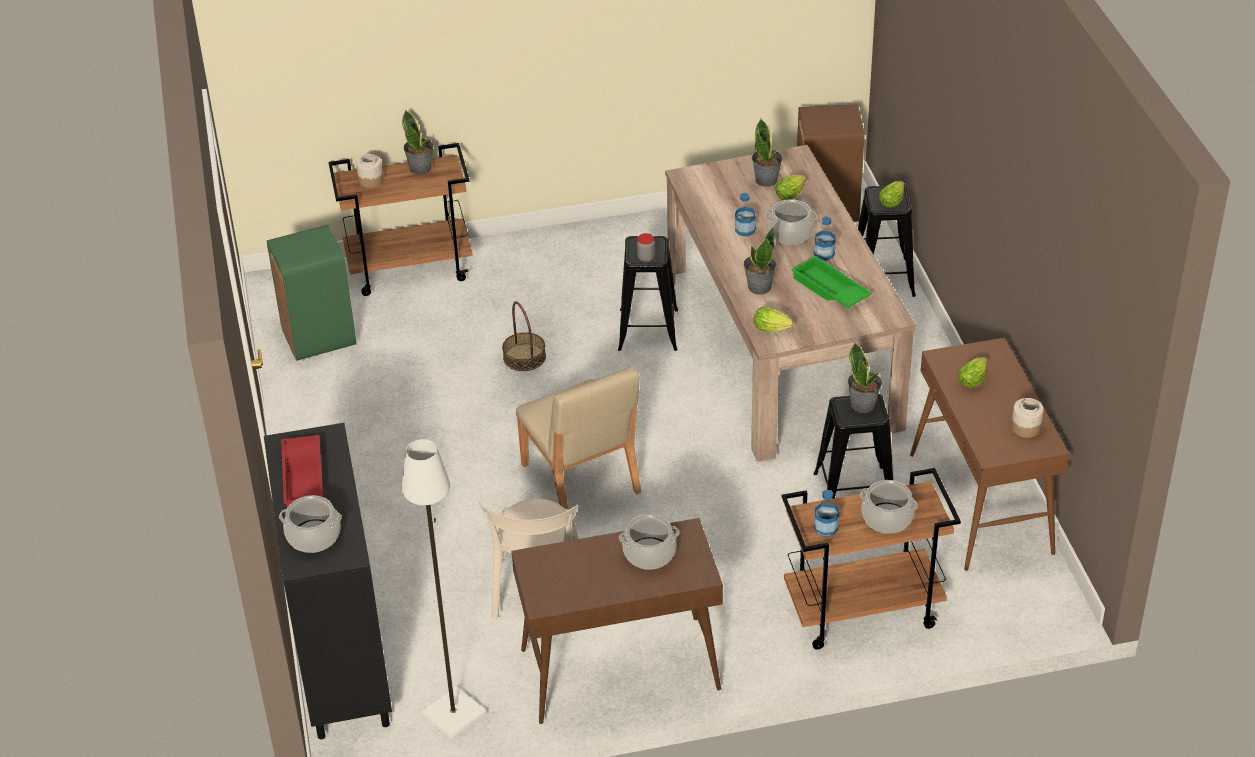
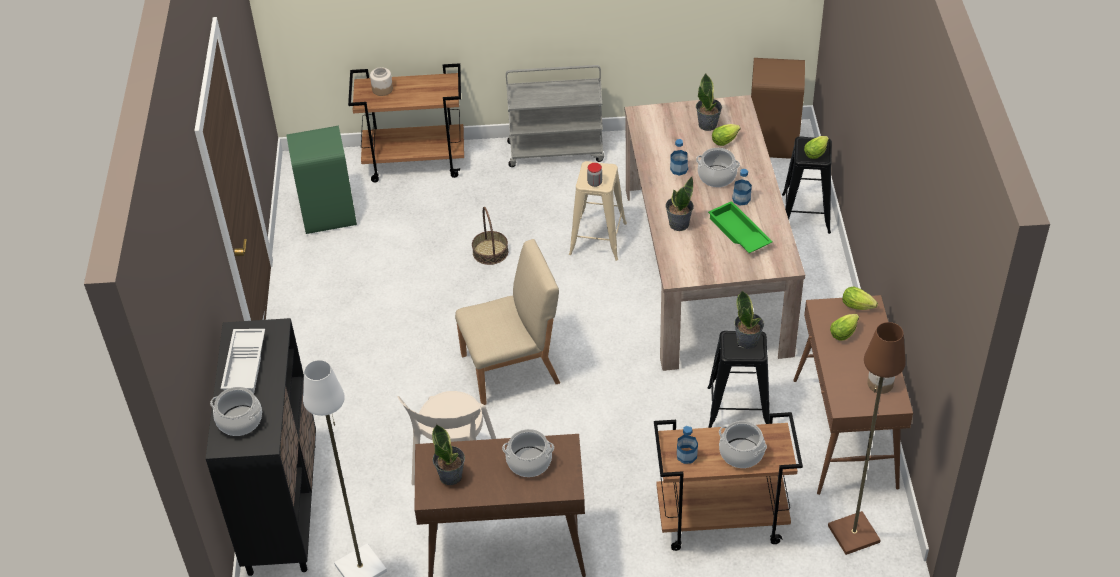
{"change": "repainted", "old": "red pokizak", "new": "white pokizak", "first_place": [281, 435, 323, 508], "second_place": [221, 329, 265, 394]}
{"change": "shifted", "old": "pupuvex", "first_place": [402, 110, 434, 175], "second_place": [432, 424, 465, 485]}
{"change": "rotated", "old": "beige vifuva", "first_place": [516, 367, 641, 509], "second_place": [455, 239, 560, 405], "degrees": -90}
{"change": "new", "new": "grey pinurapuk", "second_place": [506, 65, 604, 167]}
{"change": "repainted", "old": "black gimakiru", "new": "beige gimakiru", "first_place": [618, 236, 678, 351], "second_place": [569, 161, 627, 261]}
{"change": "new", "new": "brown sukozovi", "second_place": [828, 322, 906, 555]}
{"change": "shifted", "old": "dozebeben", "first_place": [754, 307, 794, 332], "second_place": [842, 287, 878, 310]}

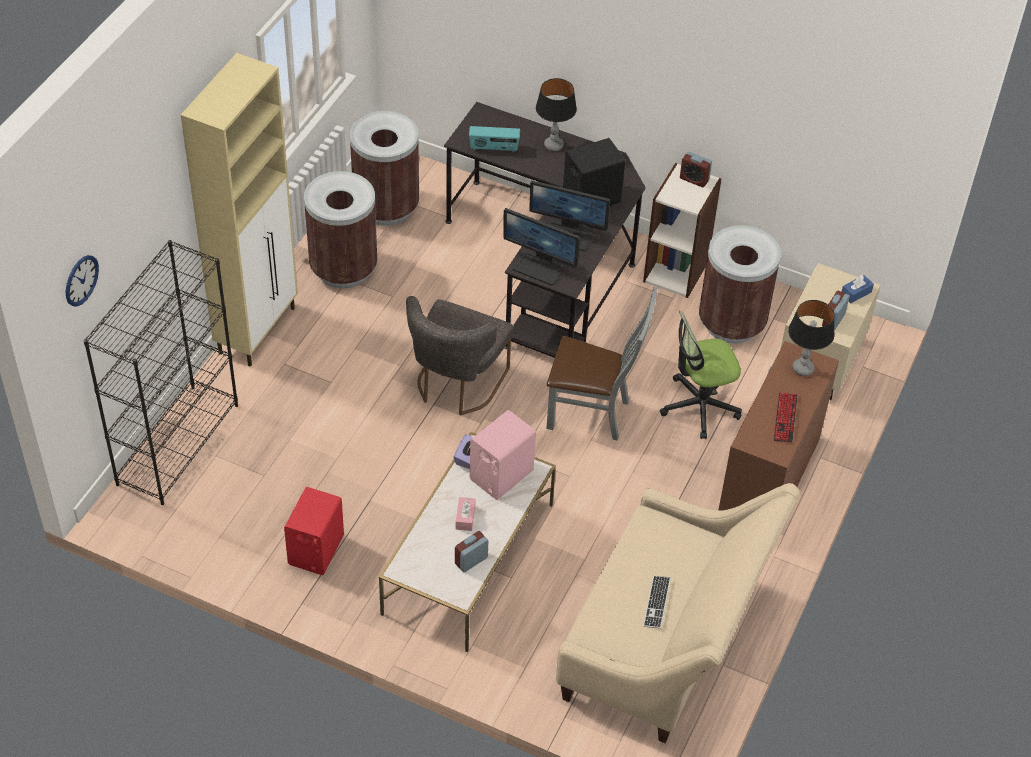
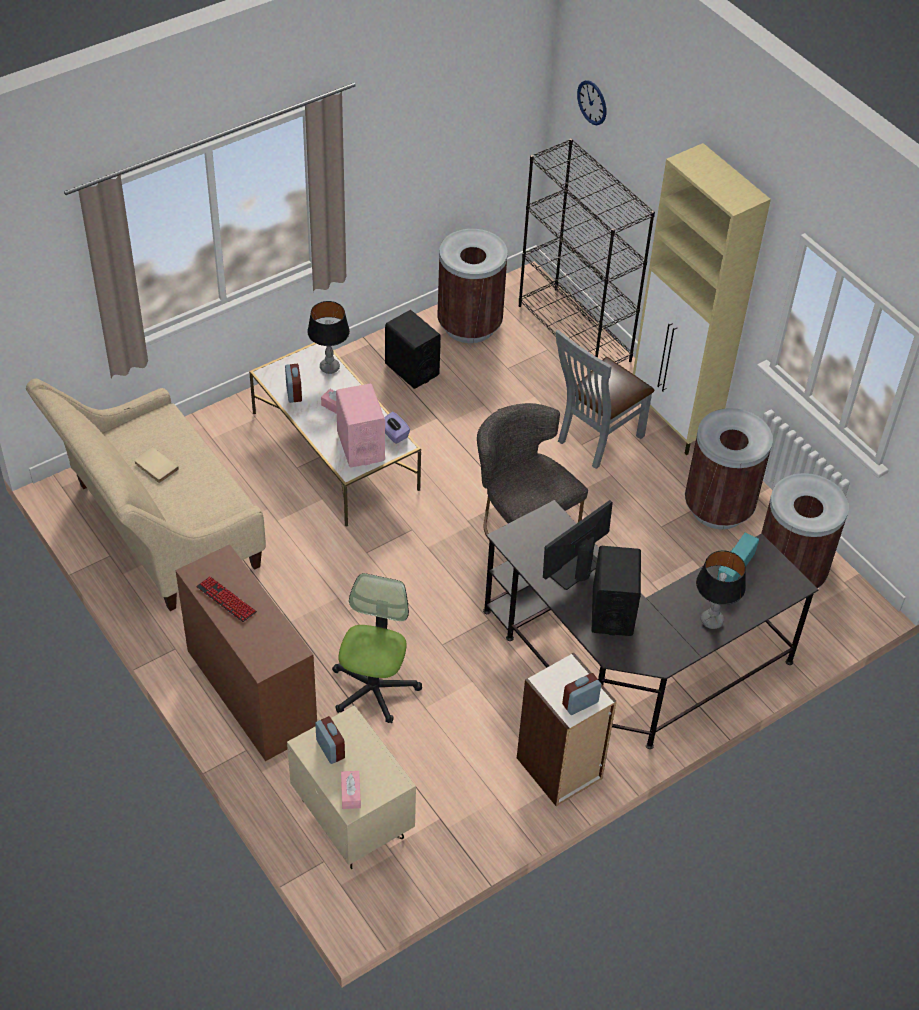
{"change": "swapped", "old": "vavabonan", "new": "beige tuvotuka", "first_place": [643, 576, 671, 629], "second_place": [134, 447, 179, 483]}
{"change": "shifted", "old": "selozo", "first_place": [788, 300, 834, 376], "second_place": [307, 301, 350, 374]}
{"change": "repainted", "old": "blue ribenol", "new": "pink ribenol", "first_place": [842, 275, 874, 303], "second_place": [341, 771, 361, 809]}
{"change": "repainted", "old": "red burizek", "new": "black burizek", "first_place": [284, 487, 344, 575], "second_place": [385, 310, 441, 389]}
{"change": "shifted", "old": "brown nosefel", "first_place": [699, 225, 781, 344], "second_place": [437, 229, 508, 343]}
{"change": "shifted", "old": "grey vifuva", "first_place": [546, 287, 657, 441], "second_place": [556, 330, 654, 469]}
{"change": "gone", "old": "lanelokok", "first_place": [503, 208, 580, 286]}

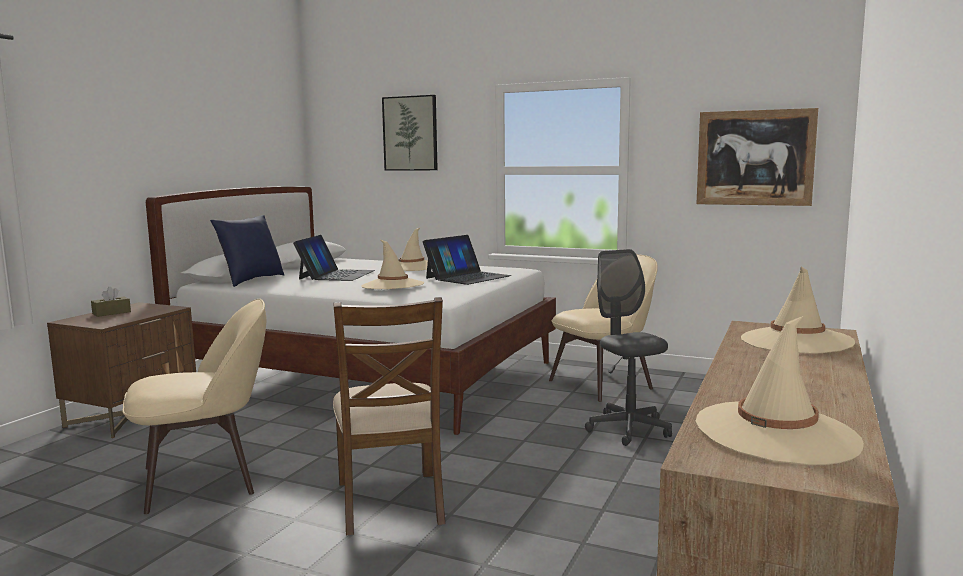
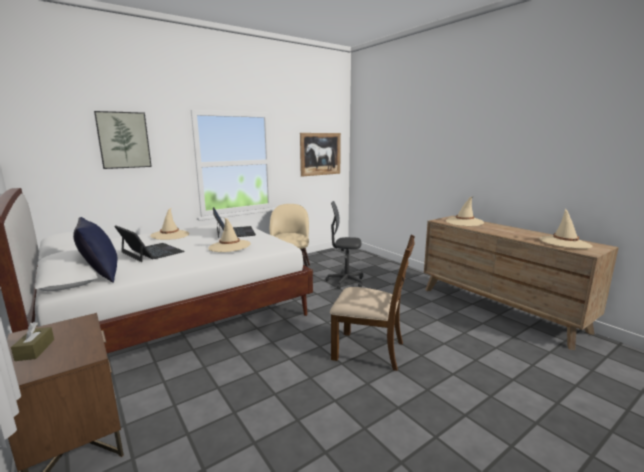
{"change": "gone", "old": "beige vifuva", "first_place": [122, 299, 267, 514]}

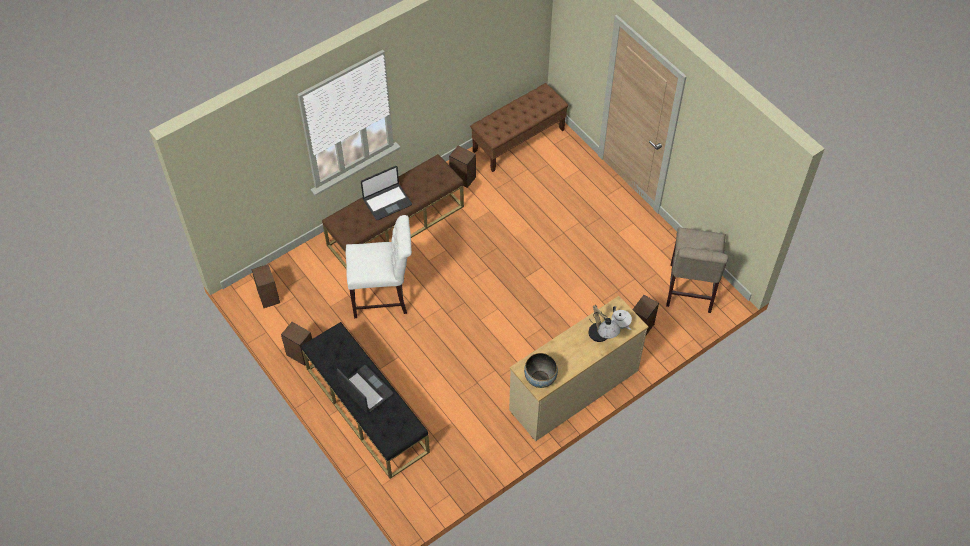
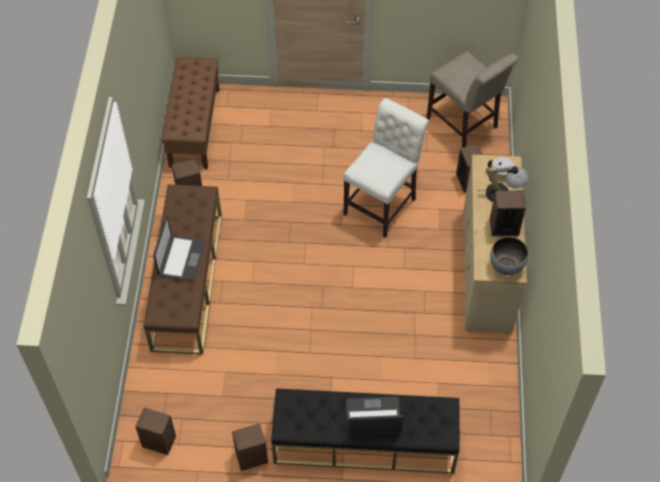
{"change": "shifted", "old": "white vifuva", "first_place": [346, 215, 412, 318], "second_place": [343, 98, 429, 238]}
{"change": "new", "new": "burizek", "second_place": [490, 190, 526, 236]}

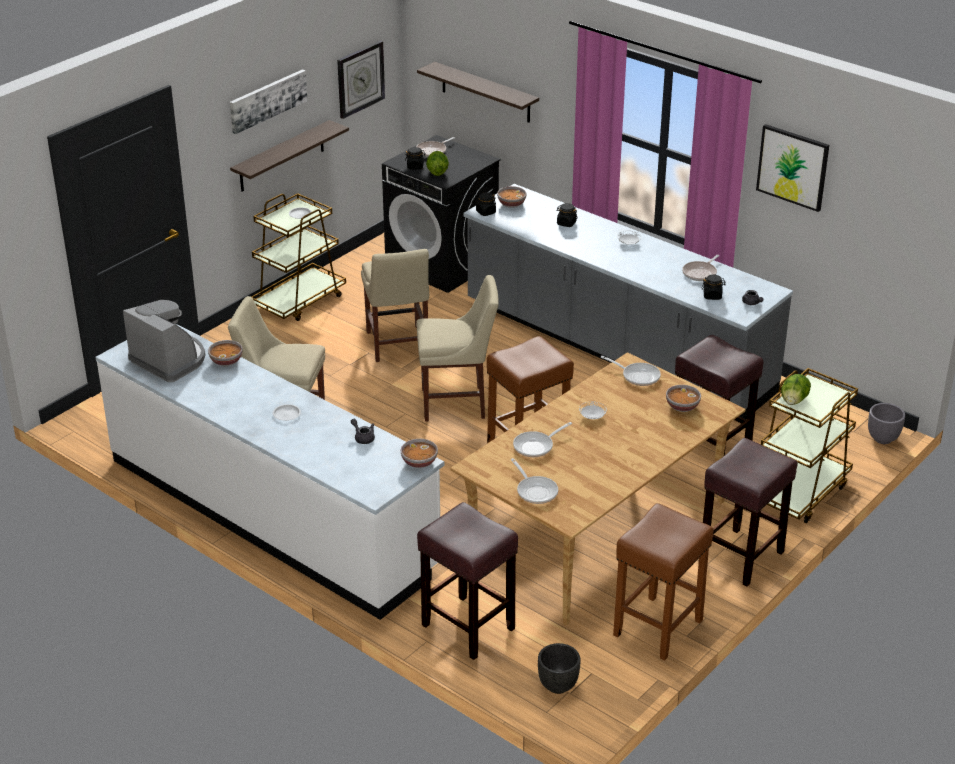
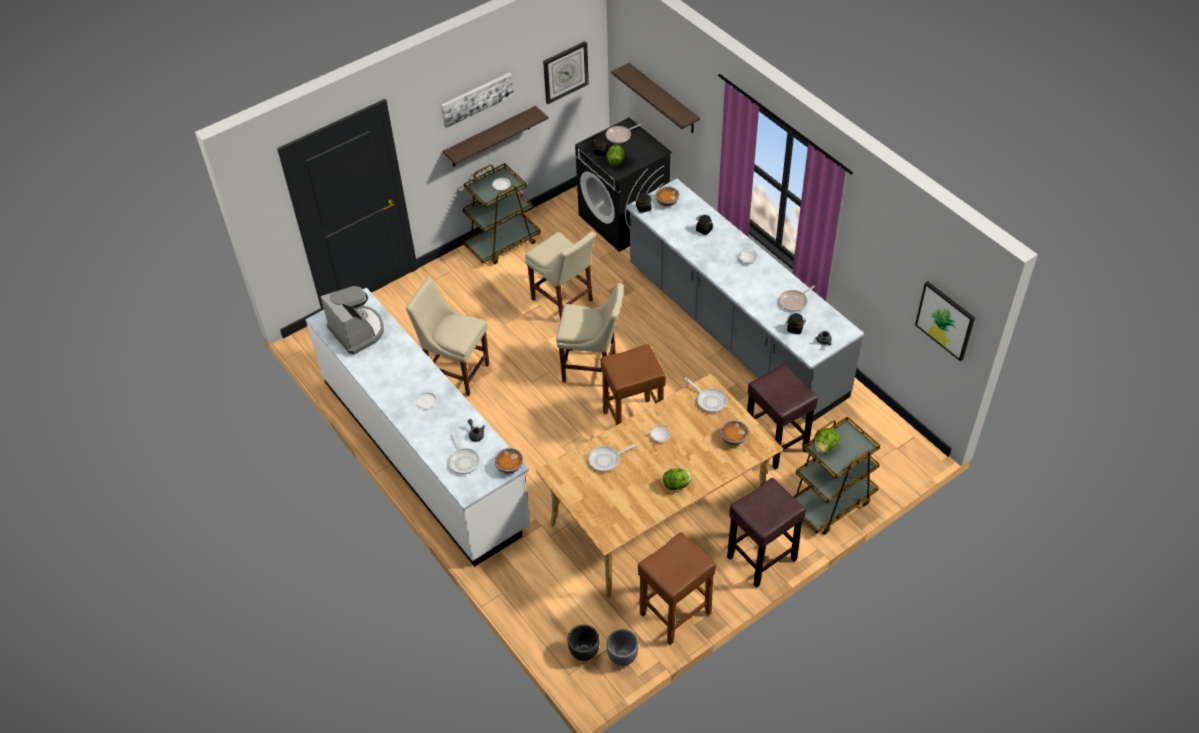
{"change": "shifted", "old": "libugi", "first_place": [511, 458, 558, 504], "second_place": [449, 429, 480, 474]}
{"change": "rotated", "old": "beige vifuva", "first_place": [361, 249, 429, 362], "second_place": [525, 231, 595, 319], "degrees": -45}
{"change": "shifted", "old": "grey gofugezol", "first_place": [868, 403, 905, 444], "second_place": [607, 629, 639, 666]}
{"change": "new", "new": "dozebeben", "second_place": [663, 468, 692, 490]}
{"change": "shifted", "old": "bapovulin", "first_place": [756, 124, 829, 212], "second_place": [915, 281, 975, 361]}
{"change": "gone", "old": "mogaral", "first_place": [208, 340, 243, 366]}
{"change": "gone", "old": "brown gimakiru", "first_place": [417, 502, 518, 660]}

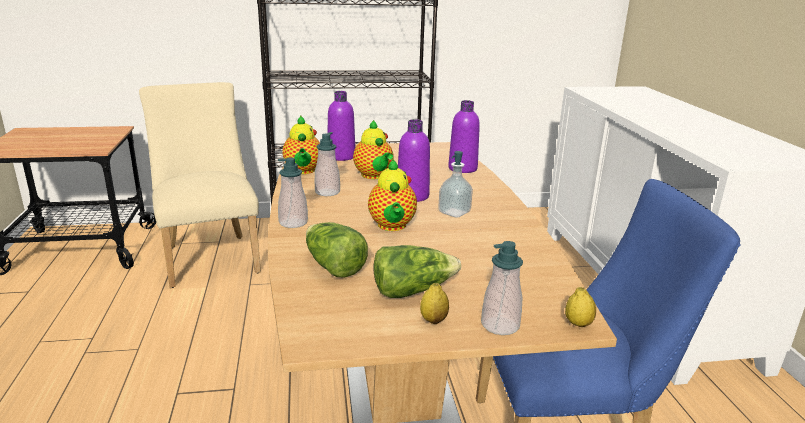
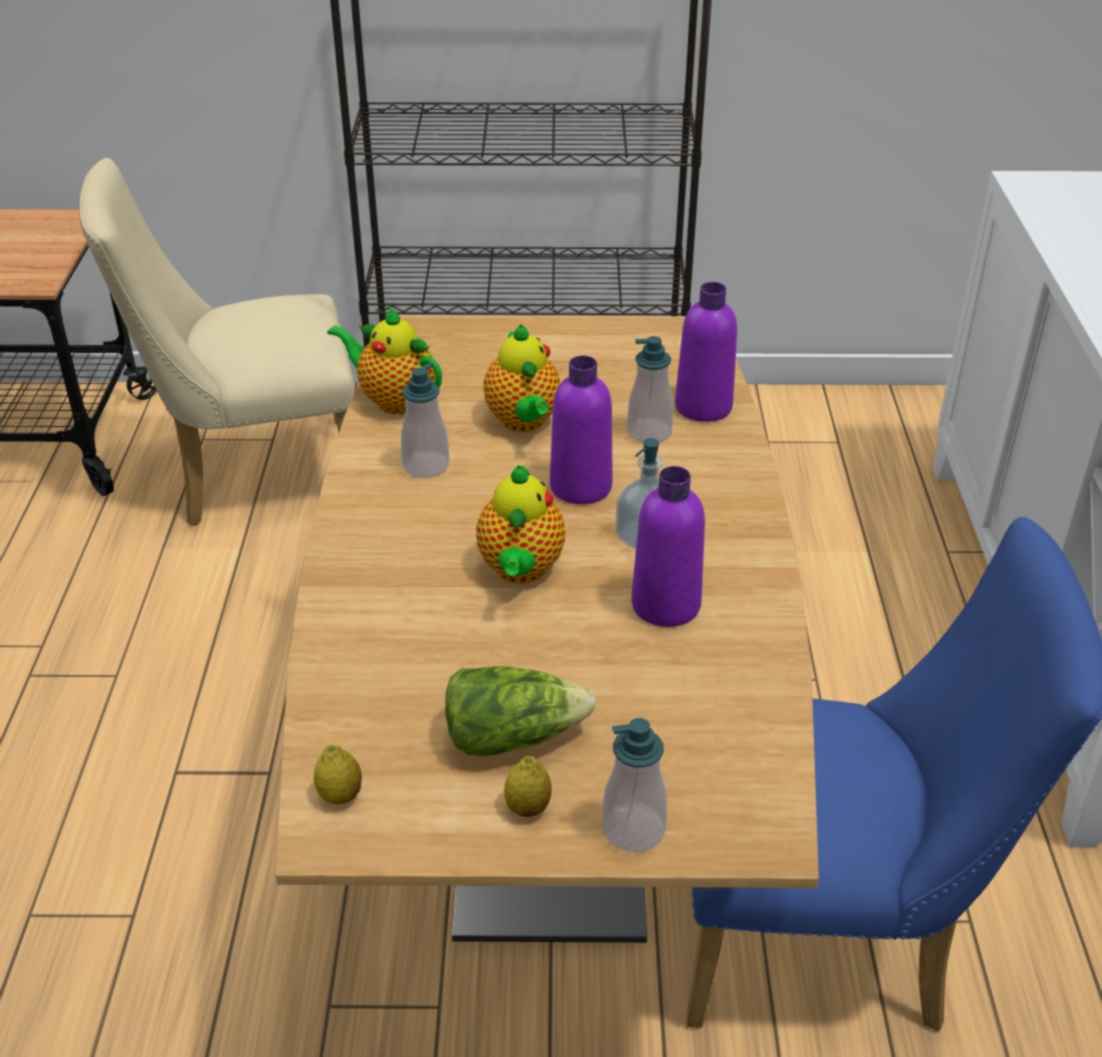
{"change": "rotated", "old": "beige vifuva", "first_place": [139, 82, 261, 288], "second_place": [79, 158, 355, 525], "degrees": -90}
{"change": "shifted", "old": "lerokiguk", "first_place": [565, 287, 596, 327], "second_place": [314, 744, 362, 804]}
{"change": "rotated", "old": "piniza", "first_place": [282, 116, 320, 174], "second_place": [327, 306, 442, 414], "degrees": 120}
{"change": "shifted", "old": "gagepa", "first_place": [278, 157, 308, 228], "second_place": [627, 336, 673, 443]}
{"change": "shifted", "old": "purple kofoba", "first_place": [328, 91, 355, 161], "second_place": [631, 466, 705, 627]}
{"change": "gone", "old": "dozebeben", "first_place": [306, 222, 368, 277]}

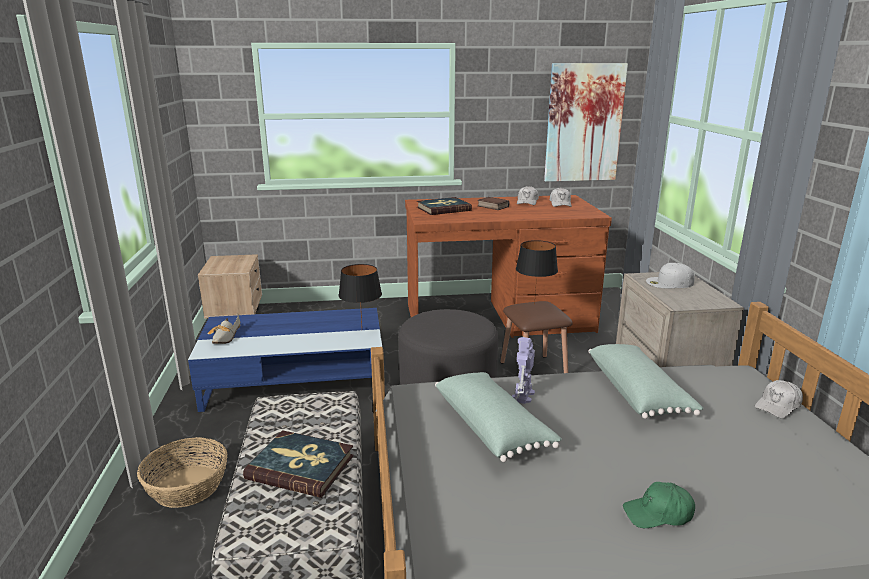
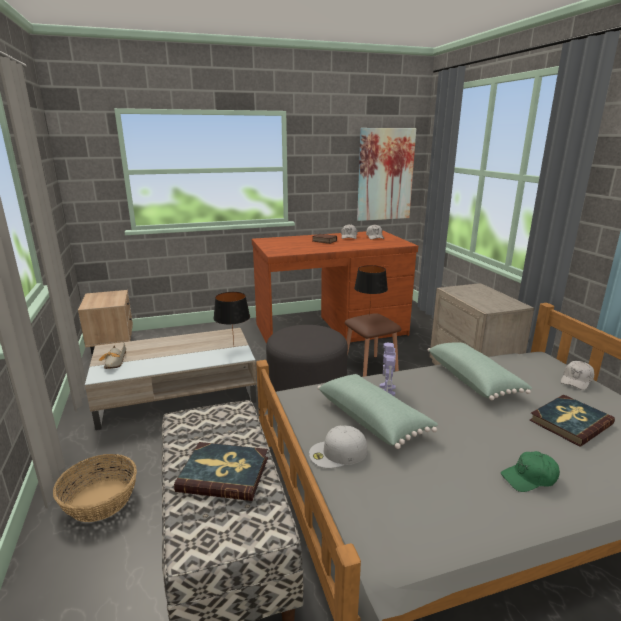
{"change": "repainted", "old": "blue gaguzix", "new": "beige gaguzix", "first_place": [188, 308, 382, 412], "second_place": [85, 328, 257, 430]}
{"change": "shifted", "old": "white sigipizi", "first_place": [646, 263, 694, 289], "second_place": [309, 426, 367, 468]}
{"change": "shifted", "old": "tuvotuka", "first_place": [417, 197, 472, 215], "second_place": [529, 394, 615, 446]}

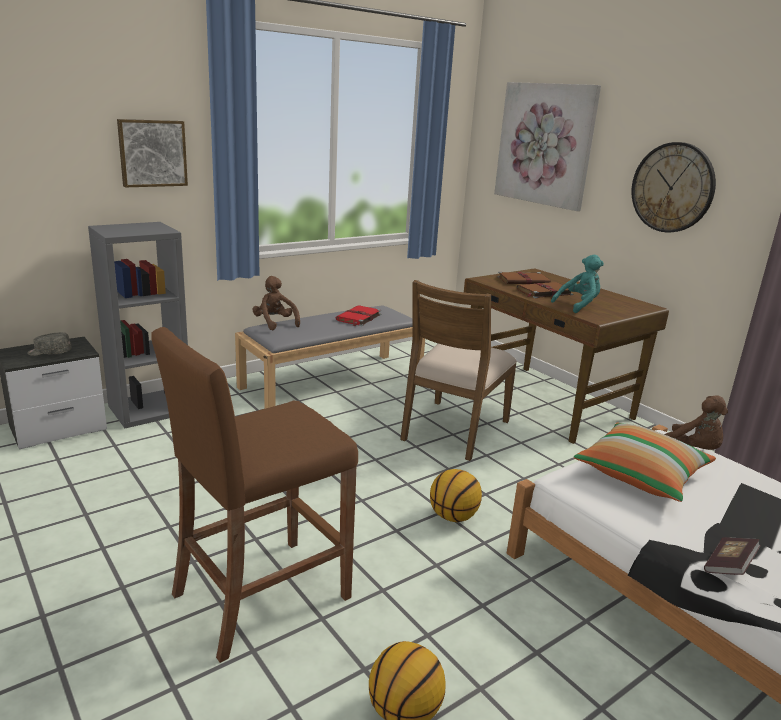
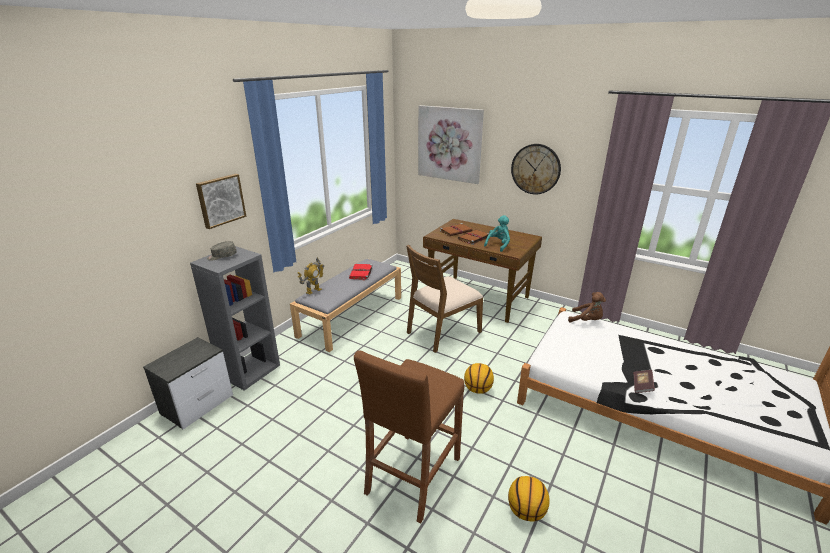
{"change": "shifted", "old": "grey sigipizi", "first_place": [27, 332, 72, 356], "second_place": [207, 241, 237, 261]}
{"change": "swapped", "old": "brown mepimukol", "new": "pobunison", "first_place": [252, 276, 300, 330], "second_place": [297, 257, 324, 295]}
{"change": "rotated", "old": "brown vifuva", "first_place": [400, 280, 517, 461], "second_place": [406, 245, 483, 353], "degrees": 45}
{"change": "gone", "old": "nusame", "first_place": [573, 422, 716, 502]}

